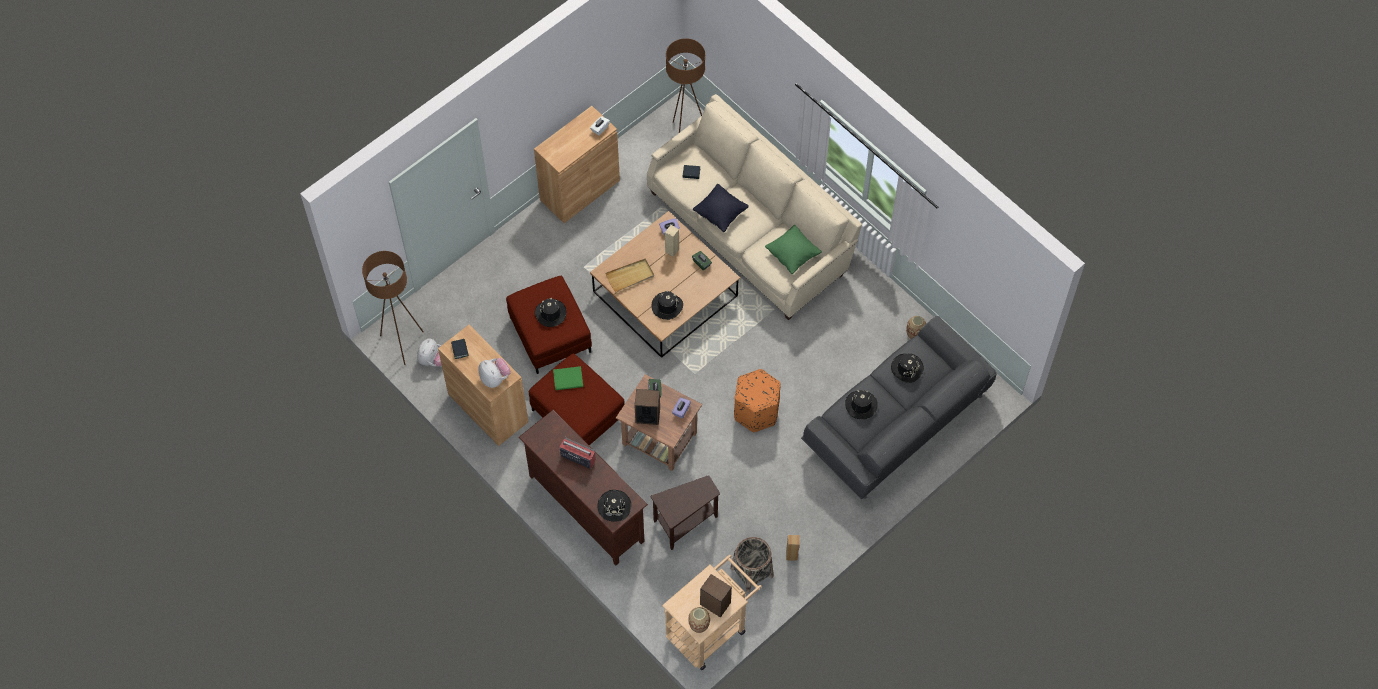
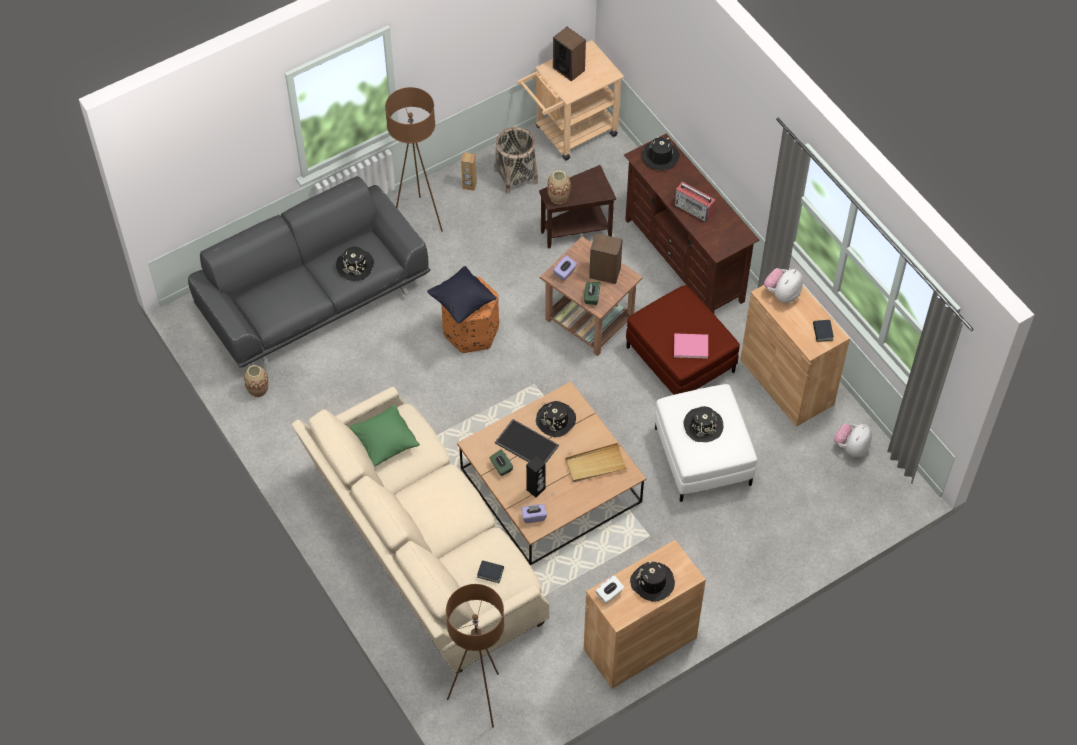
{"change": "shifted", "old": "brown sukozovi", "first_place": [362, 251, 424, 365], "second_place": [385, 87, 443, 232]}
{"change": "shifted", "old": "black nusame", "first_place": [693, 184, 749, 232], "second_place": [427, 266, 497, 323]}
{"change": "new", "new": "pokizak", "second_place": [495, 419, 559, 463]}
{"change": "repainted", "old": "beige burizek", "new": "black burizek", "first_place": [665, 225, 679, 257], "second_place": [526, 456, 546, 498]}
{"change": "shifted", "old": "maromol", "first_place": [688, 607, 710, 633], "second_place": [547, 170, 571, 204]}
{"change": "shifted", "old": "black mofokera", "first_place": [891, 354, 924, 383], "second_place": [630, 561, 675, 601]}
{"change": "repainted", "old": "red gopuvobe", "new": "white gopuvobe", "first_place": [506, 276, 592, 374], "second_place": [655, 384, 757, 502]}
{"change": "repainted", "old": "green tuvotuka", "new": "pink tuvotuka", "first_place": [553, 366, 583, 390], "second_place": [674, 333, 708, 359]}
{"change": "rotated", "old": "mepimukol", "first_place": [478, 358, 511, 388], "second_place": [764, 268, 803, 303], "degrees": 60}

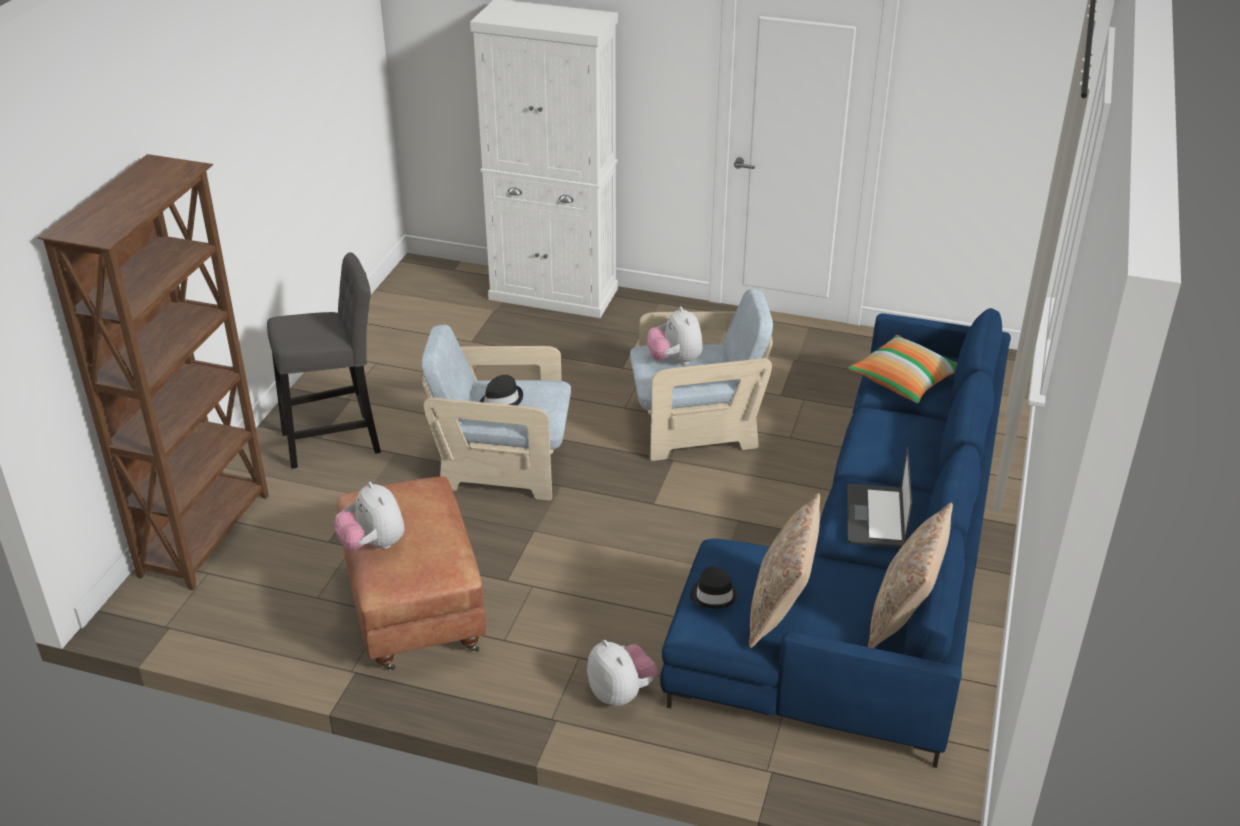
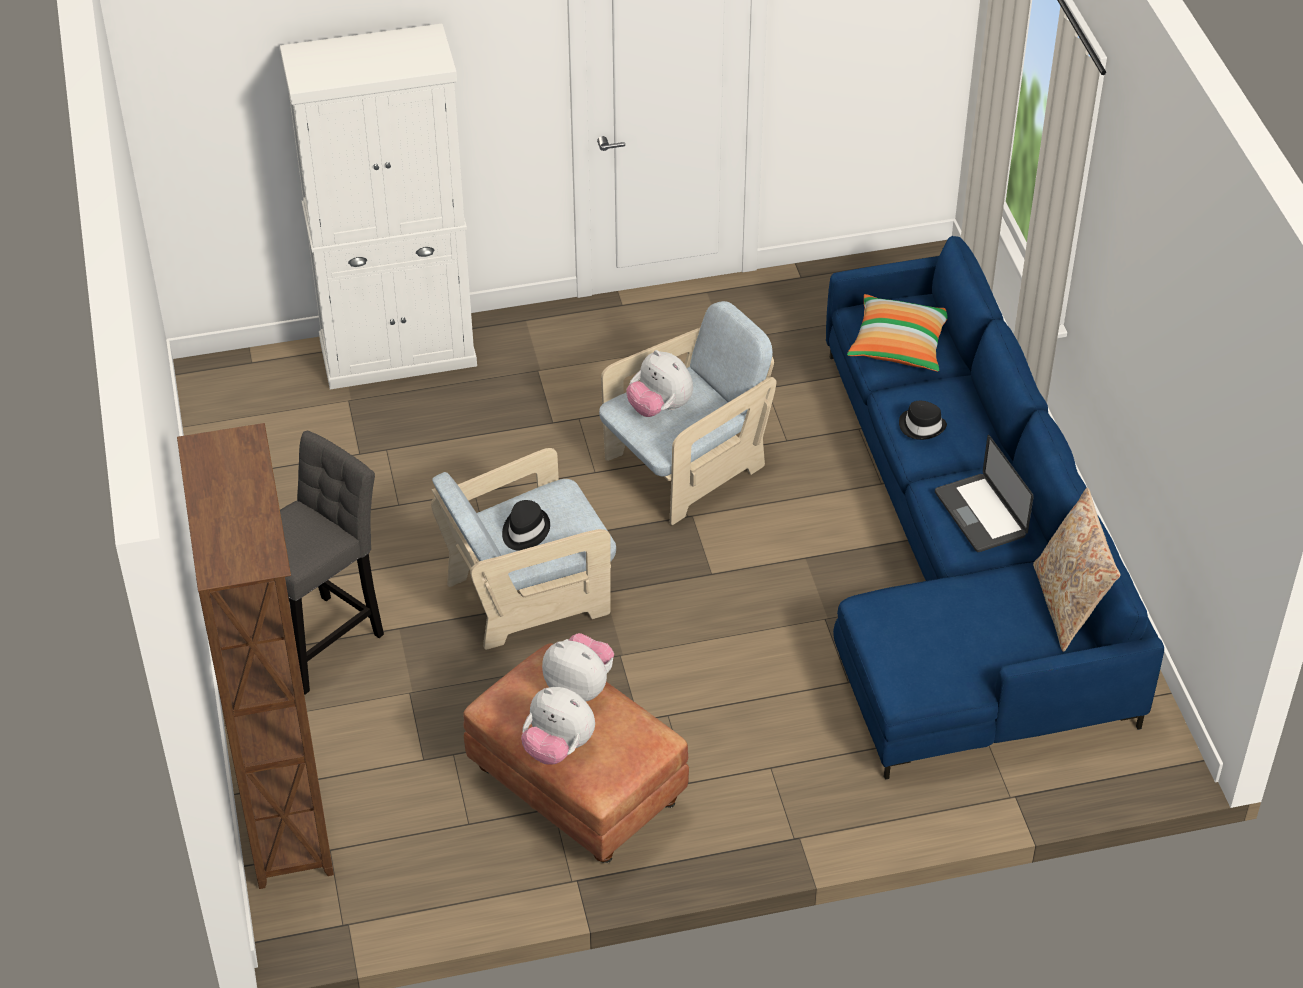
{"change": "shifted", "old": "mepimukol", "first_place": [587, 640, 658, 706], "second_place": [542, 633, 614, 702]}
{"change": "shifted", "old": "black mofokera", "first_place": [690, 566, 739, 608], "second_place": [899, 401, 947, 440]}
{"change": "gone", "old": "beige nusame", "first_place": [749, 493, 820, 648]}

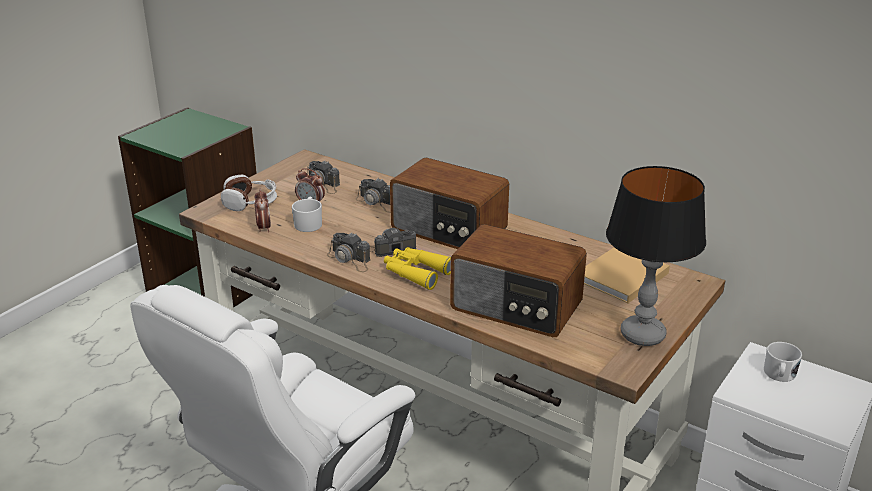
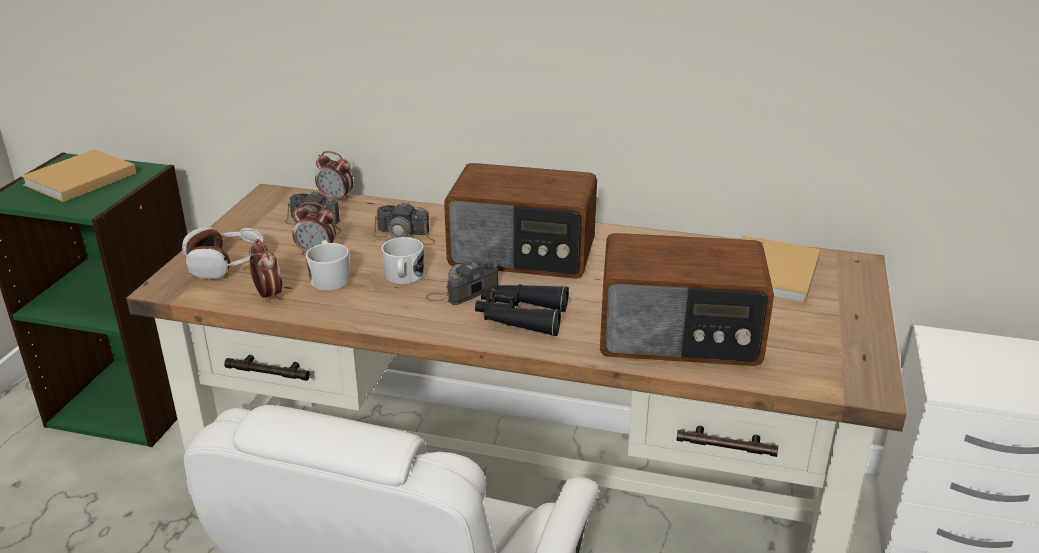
{"change": "new", "new": "beige tuvotuka", "second_place": [21, 150, 136, 202]}
{"change": "new", "new": "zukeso", "second_place": [315, 151, 353, 203]}
{"change": "shifted", "old": "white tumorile", "first_place": [764, 342, 802, 382], "second_place": [381, 237, 424, 284]}
{"change": "repainted", "old": "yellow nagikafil", "new": "black nagikafil", "first_place": [384, 247, 451, 290], "second_place": [475, 284, 569, 336]}
{"change": "gone", "old": "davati", "first_place": [327, 232, 370, 272]}
{"change": "gone", "old": "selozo", "first_place": [606, 166, 706, 346]}

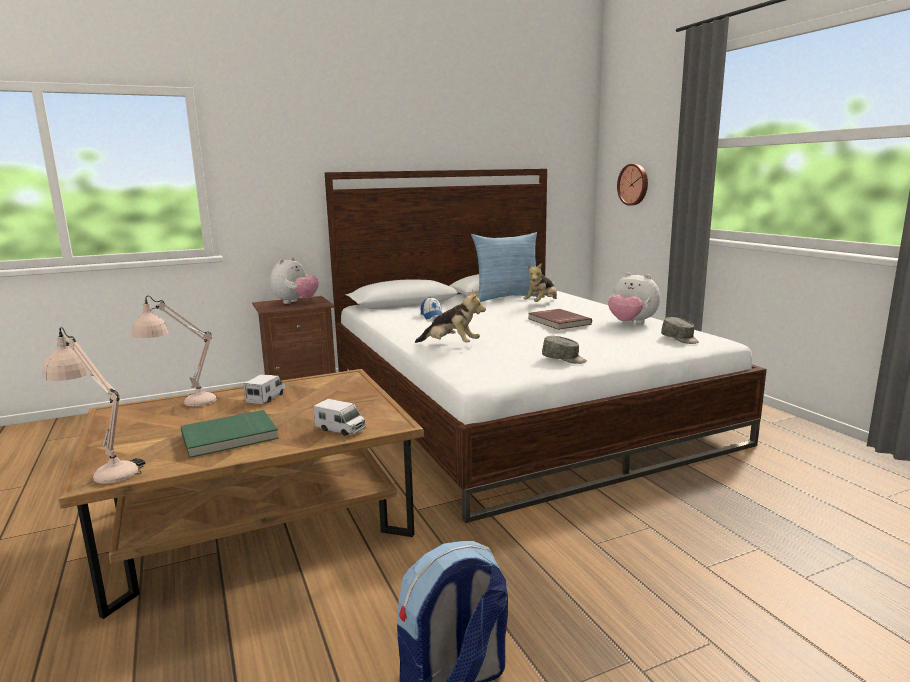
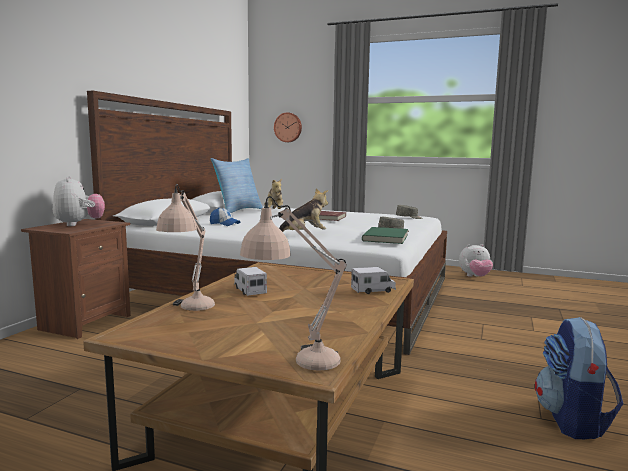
{"change": "shifted", "old": "green tuvotuka", "first_place": [181, 410, 279, 458], "second_place": [362, 227, 408, 244]}
{"change": "shifted", "old": "mepimukol", "first_place": [608, 272, 660, 324], "second_place": [459, 244, 493, 277]}

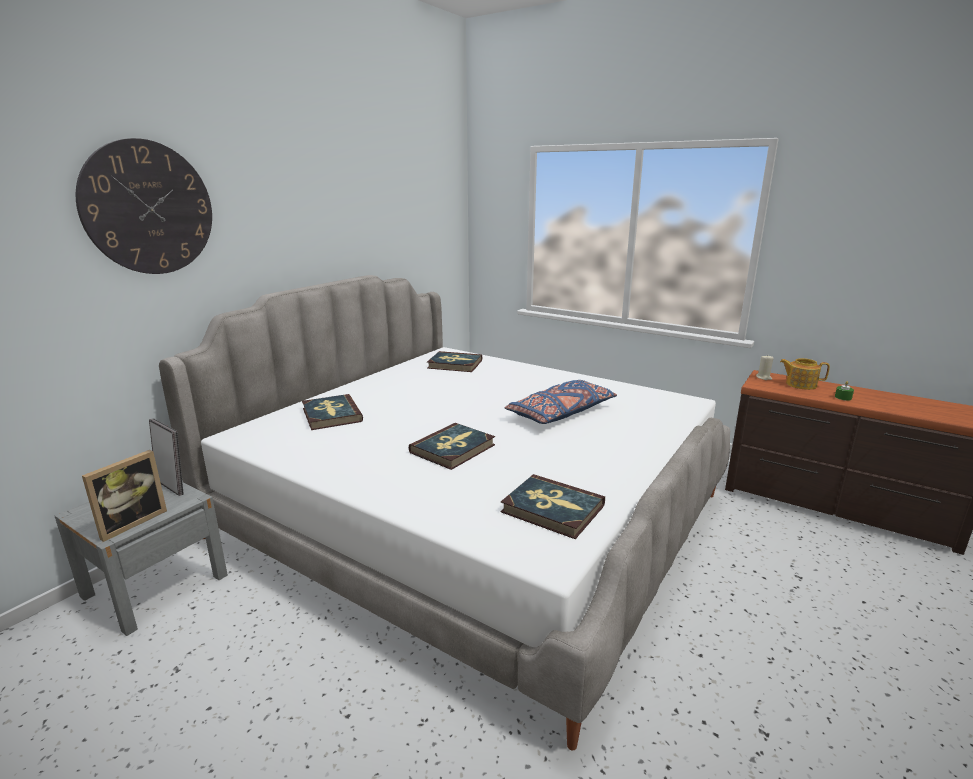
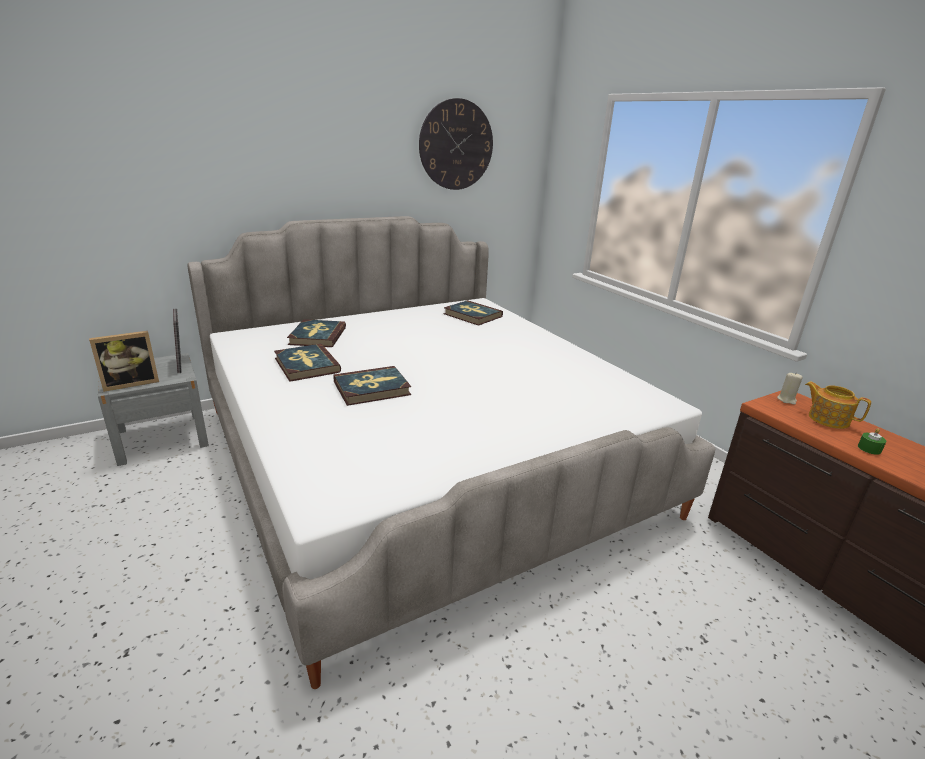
{"change": "shifted", "old": "tuvotuka", "first_place": [501, 474, 605, 539], "second_place": [274, 344, 341, 382]}
{"change": "shifted", "old": "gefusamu", "first_place": [76, 138, 212, 274], "second_place": [419, 98, 493, 190]}
{"change": "gone", "old": "blue nusame", "first_place": [505, 380, 617, 424]}

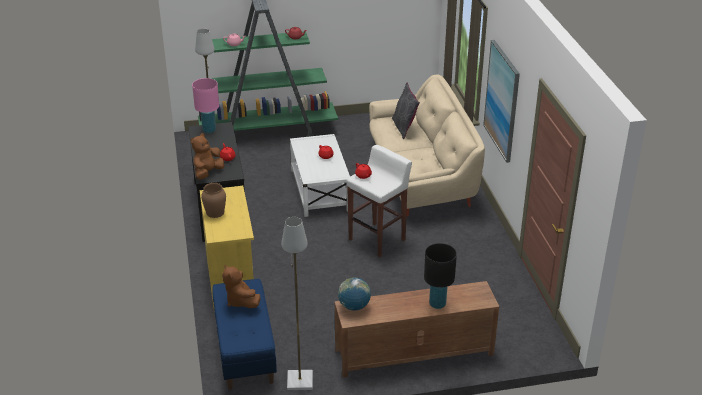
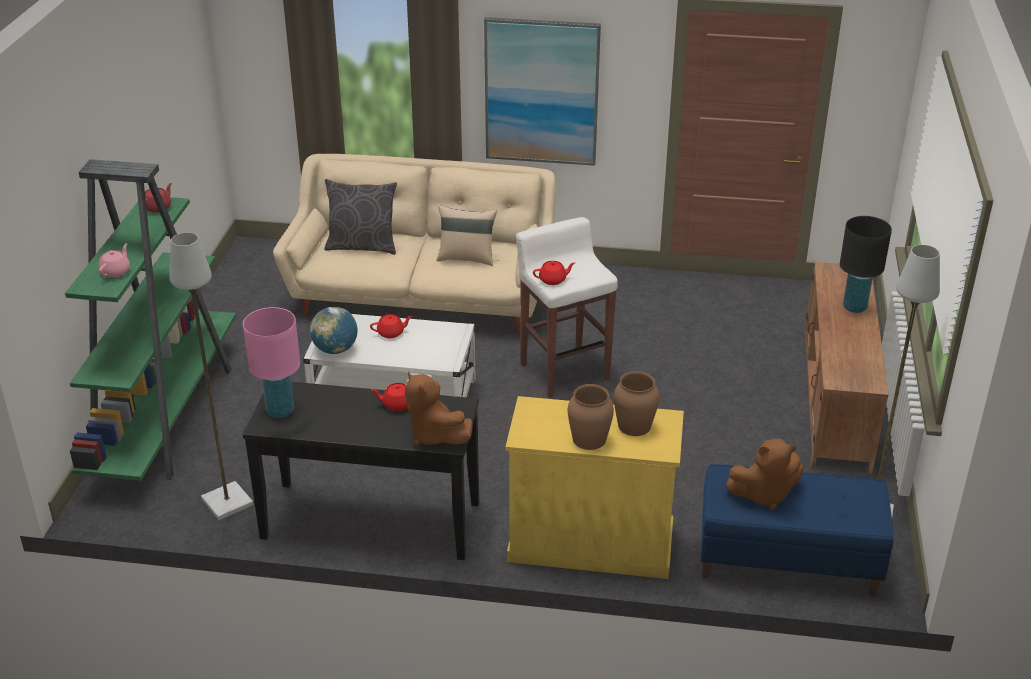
{"change": "shifted", "old": "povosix", "first_place": [338, 277, 371, 311], "second_place": [310, 307, 358, 354]}
{"change": "new", "new": "beige nusame", "second_place": [437, 205, 497, 266]}
{"change": "new", "new": "brown maromol", "second_place": [614, 371, 659, 436]}

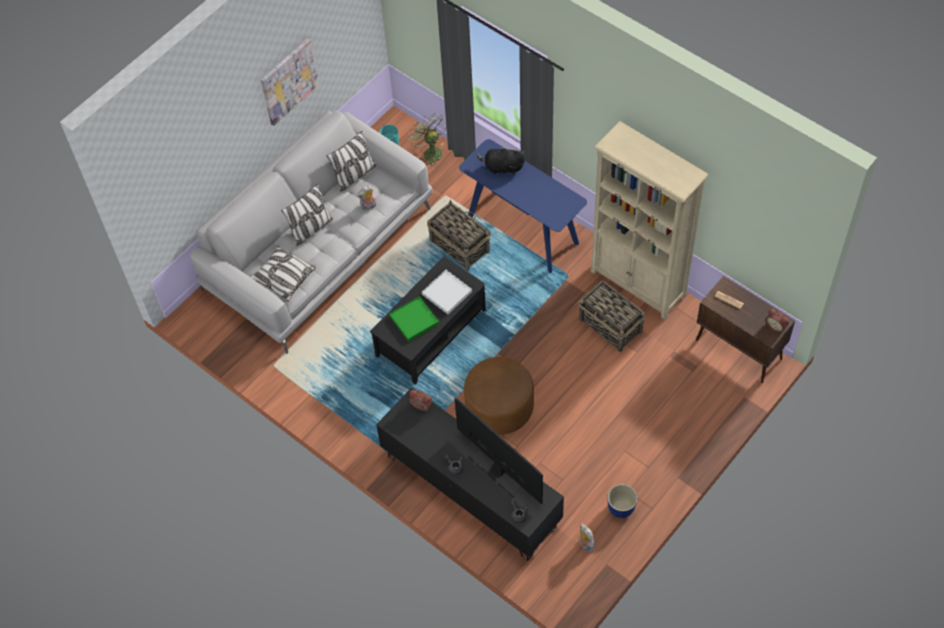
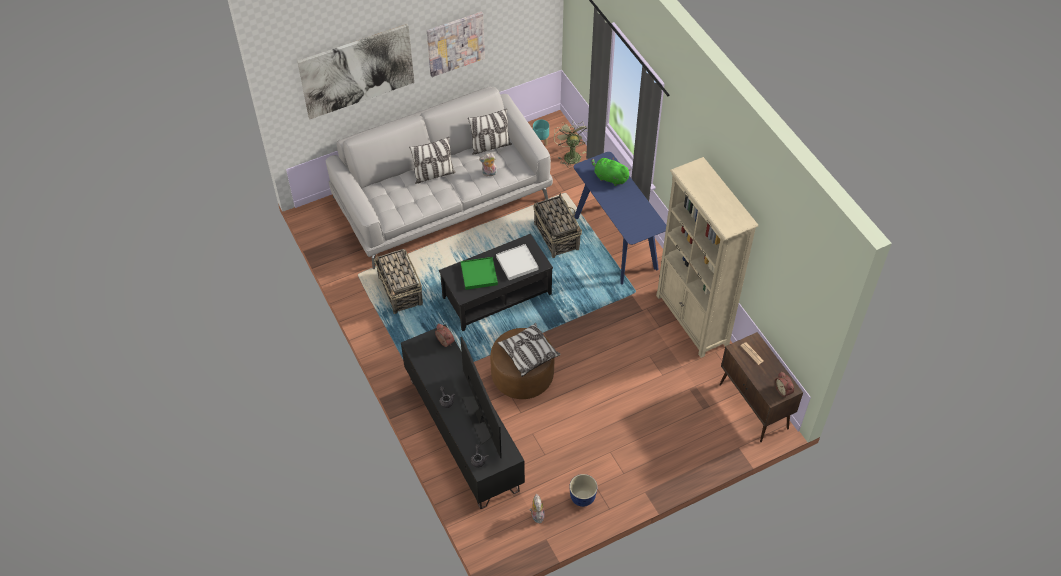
{"change": "new", "new": "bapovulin", "second_place": [297, 24, 414, 119]}
{"change": "shifted", "old": "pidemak", "first_place": [578, 281, 645, 352], "second_place": [374, 249, 423, 314]}
{"change": "shifted", "old": "nusame", "first_place": [251, 245, 316, 302], "second_place": [497, 323, 560, 377]}
{"change": "repainted", "old": "black mepimukol", "new": "green mepimukol", "first_place": [477, 145, 525, 175], "second_place": [591, 157, 631, 186]}

